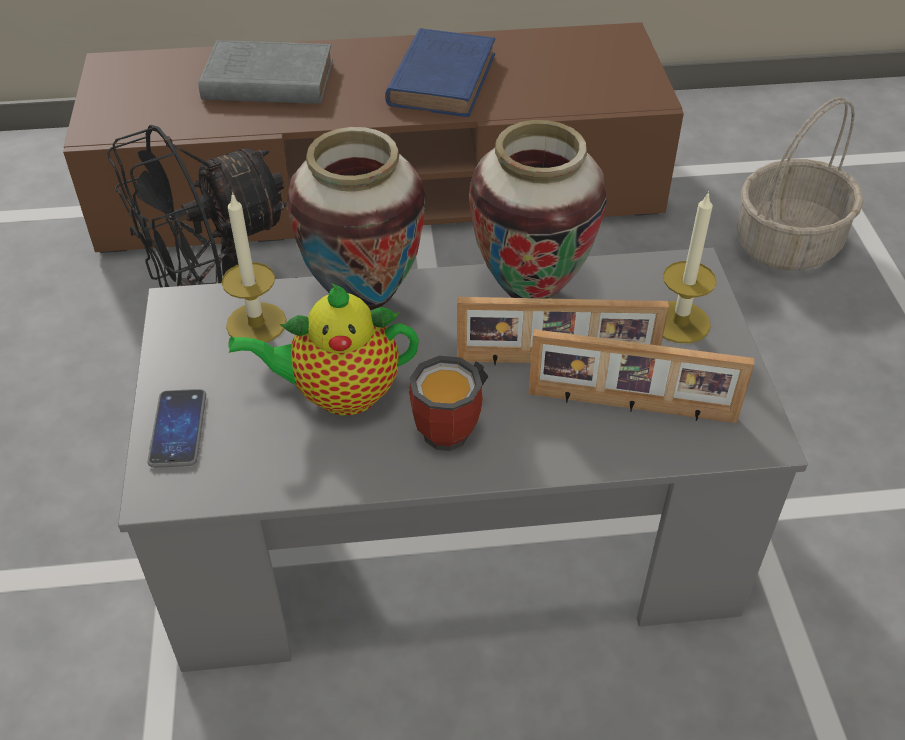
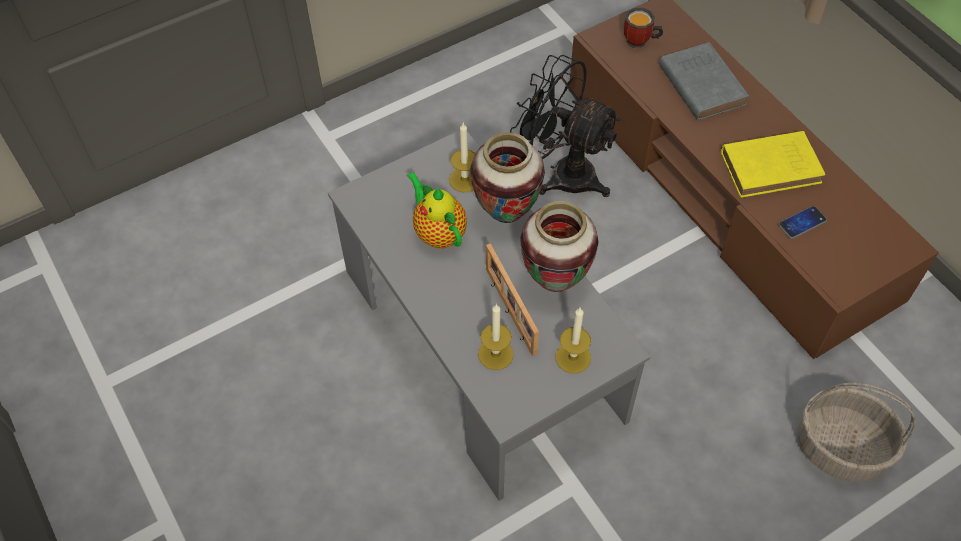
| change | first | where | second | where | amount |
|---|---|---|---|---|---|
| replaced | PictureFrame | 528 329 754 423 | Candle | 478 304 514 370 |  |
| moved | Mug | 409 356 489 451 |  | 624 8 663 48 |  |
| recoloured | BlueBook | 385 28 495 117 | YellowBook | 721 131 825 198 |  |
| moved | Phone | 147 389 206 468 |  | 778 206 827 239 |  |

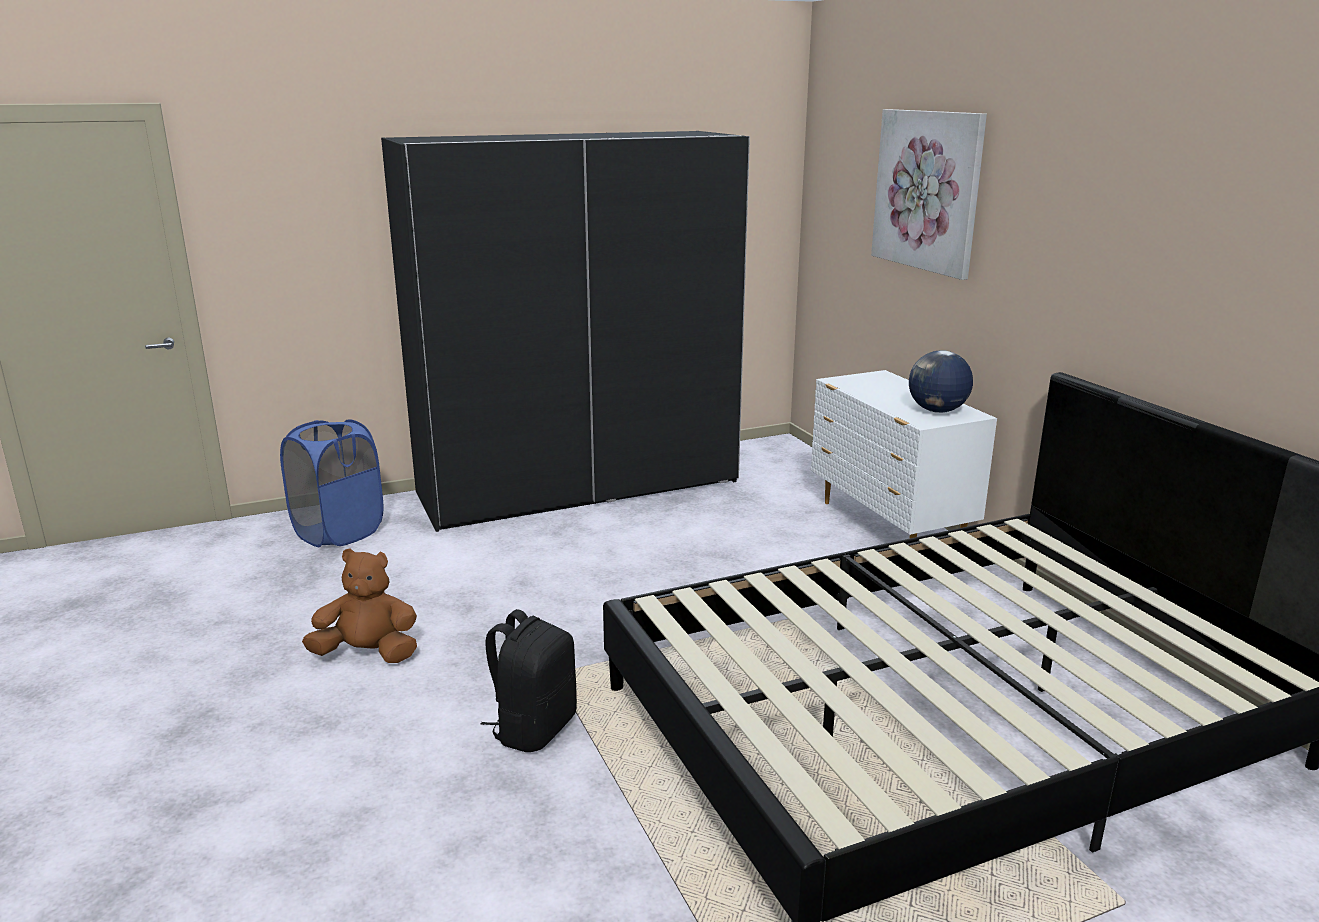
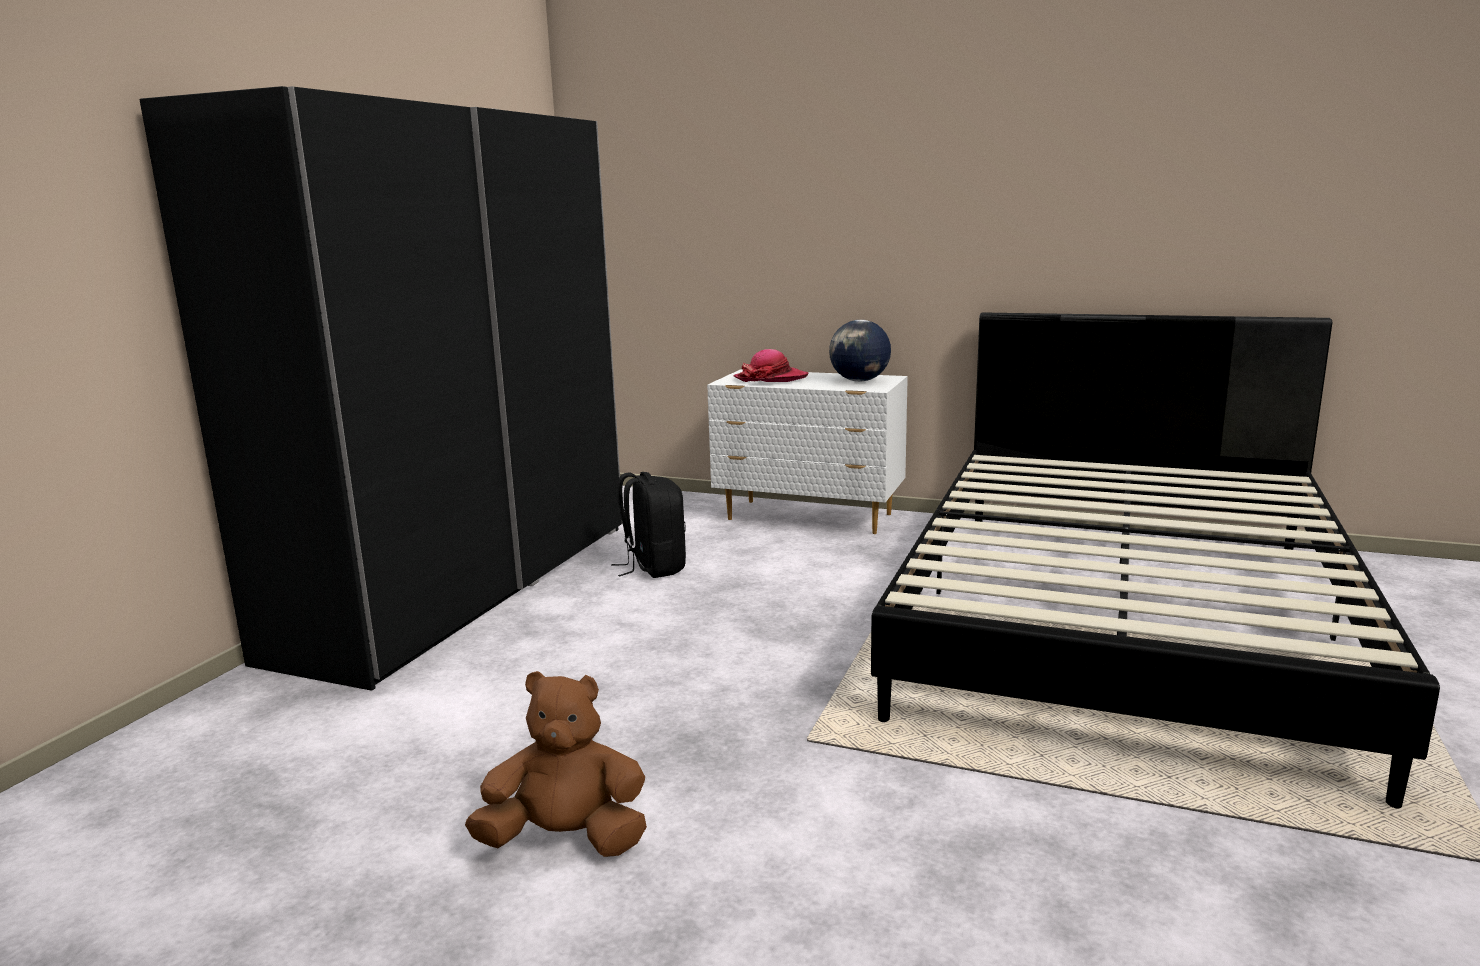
| change | first | where | second | where | amount |
|---|---|---|---|---|---|
| turned | BrownPlushToy | 302 548 417 663 |  | 465 671 647 857 | 45 degrees clockwise |
| moved | BlackBackpack | 481 609 577 752 |  | 611 472 686 578 |  |
| added |  |  | Hat | 734 349 808 382 |  |
| removed | BlueLaundryBasket | 280 419 383 547 |  |  |  |
| removed | Picture | 871 109 987 280 |  |  |  |

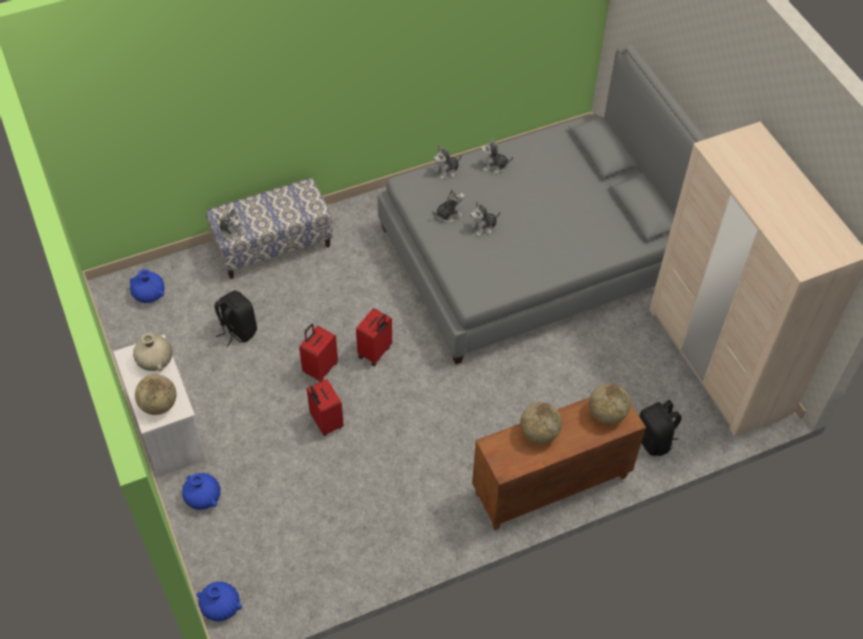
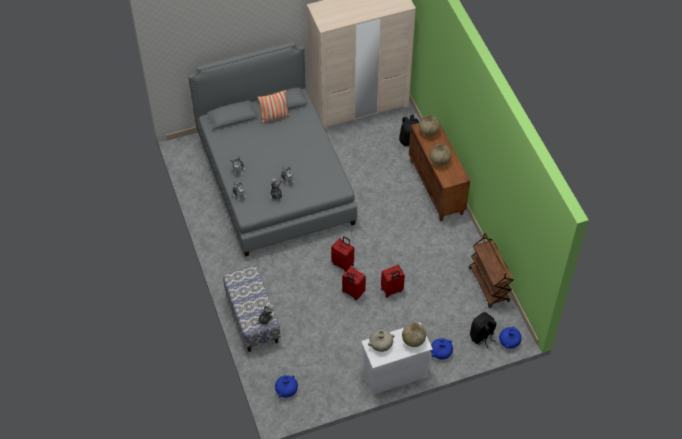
| change | first | where | second | where | amount |
|---|---|---|---|---|---|
| added |  |  | Pillow | 257 90 290 123 |  |
| added |  |  | BrownCart | 469 233 514 308 |  |
| moved | BlackBackpack | 215 291 257 347 |  | 470 312 496 348 |  |

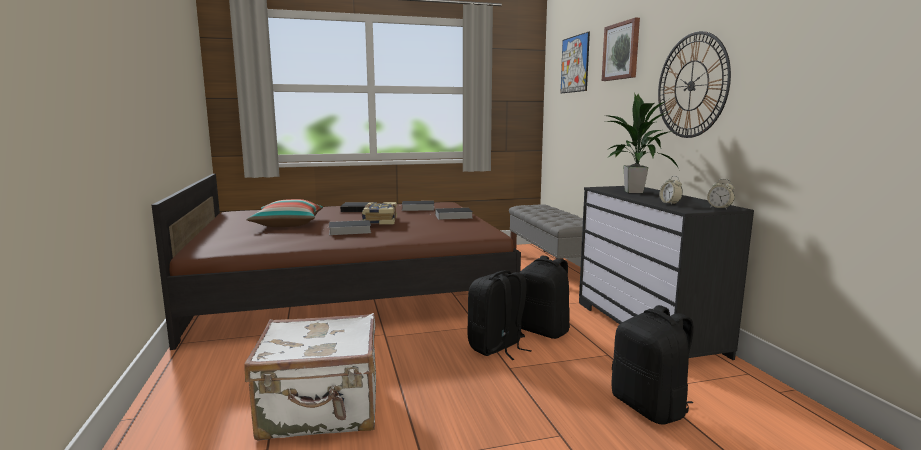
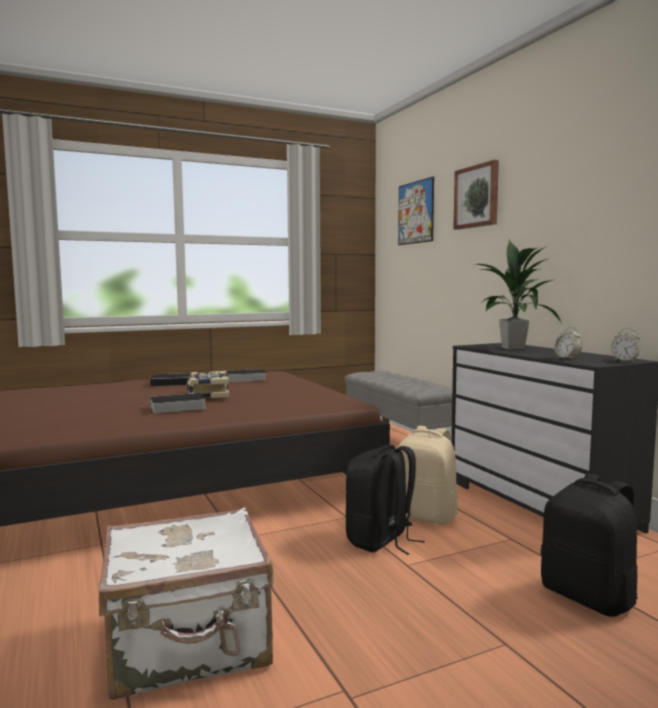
| change | first | where | second | where | amount |
|---|---|---|---|---|---|
| recoloured | BlackBackpack | 519 256 570 339 | BeigeBackpack | 396 426 457 525 |  |
| removed | Pillow | 247 199 323 227 |  |  |  |
| removed | Book | 435 208 473 220 |  |  |  |
| removed | WallClock | 658 31 731 138 |  |  |  |

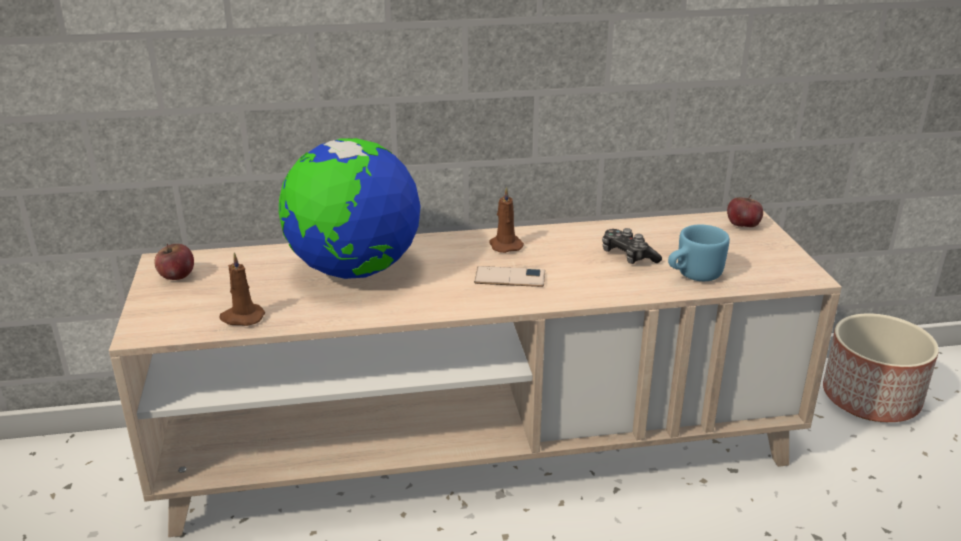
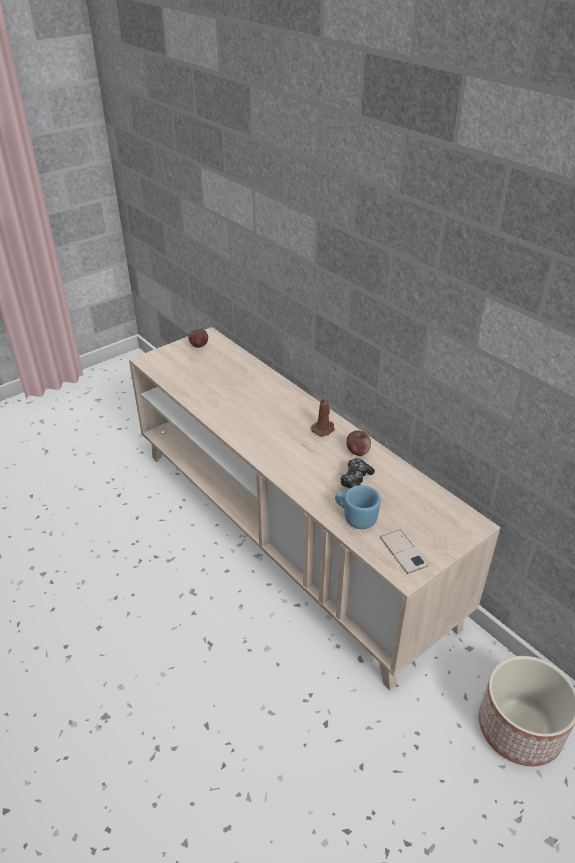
| change | first | where | second | where | amount |
|---|---|---|---|---|---|
| moved | Apple | 727 195 763 227 |  | 346 431 371 456 |  |
| moved | Phone | 474 266 545 287 |  | 380 530 428 574 |  |
| removed | BrownCandle | 220 252 265 326 |  |  |  |
| removed | Globe | 279 138 421 279 |  |  |  |

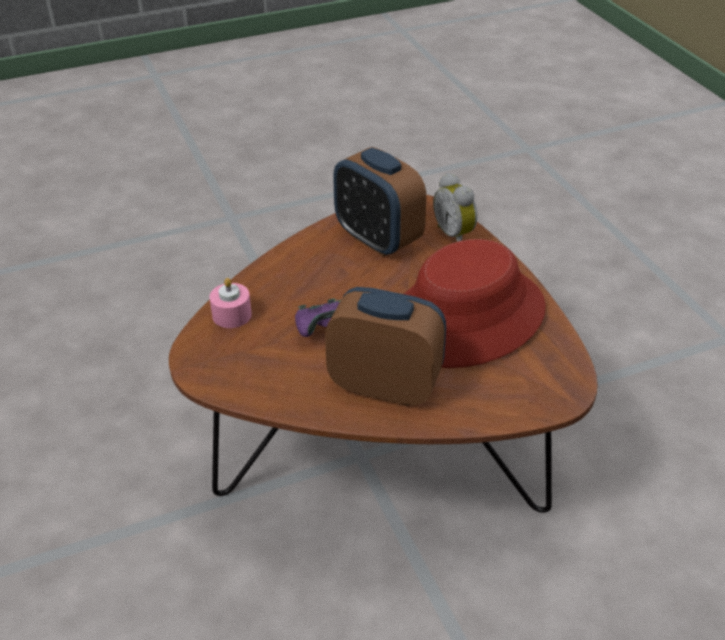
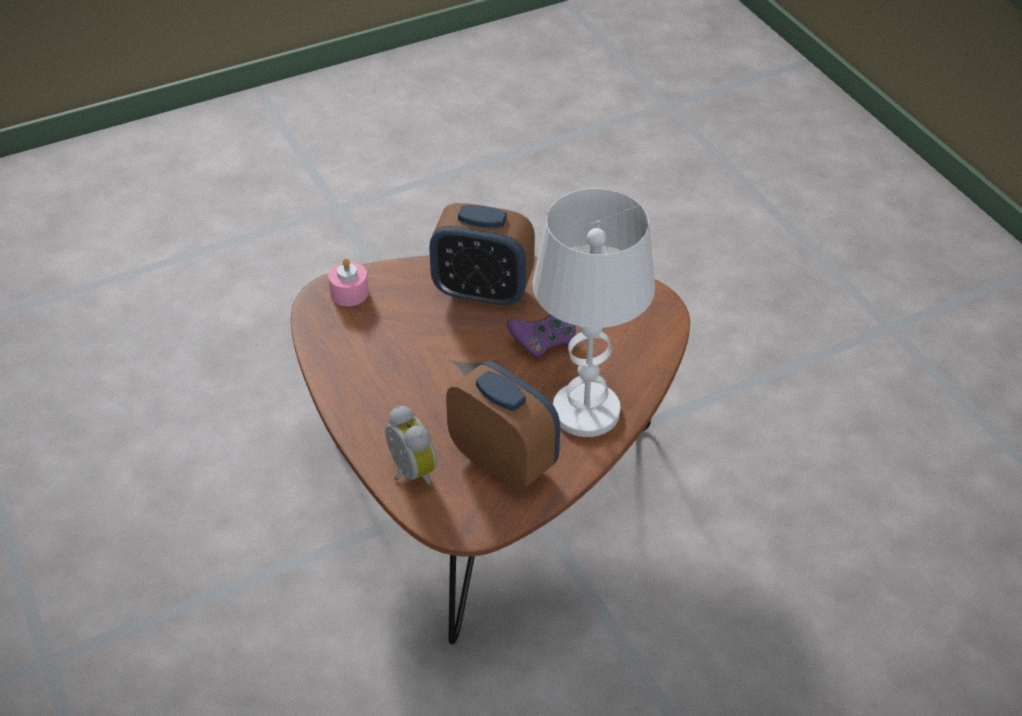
| change | first | where | second | where | amount |
|---|---|---|---|---|---|
| moved | PinkCandle | 209 278 252 328 |  | 328 258 369 306 |  |
| added |  |  | WhiteTableLamp | 532 188 655 437 |  |
| removed | RedHat | 404 239 546 368 |  |  |  |

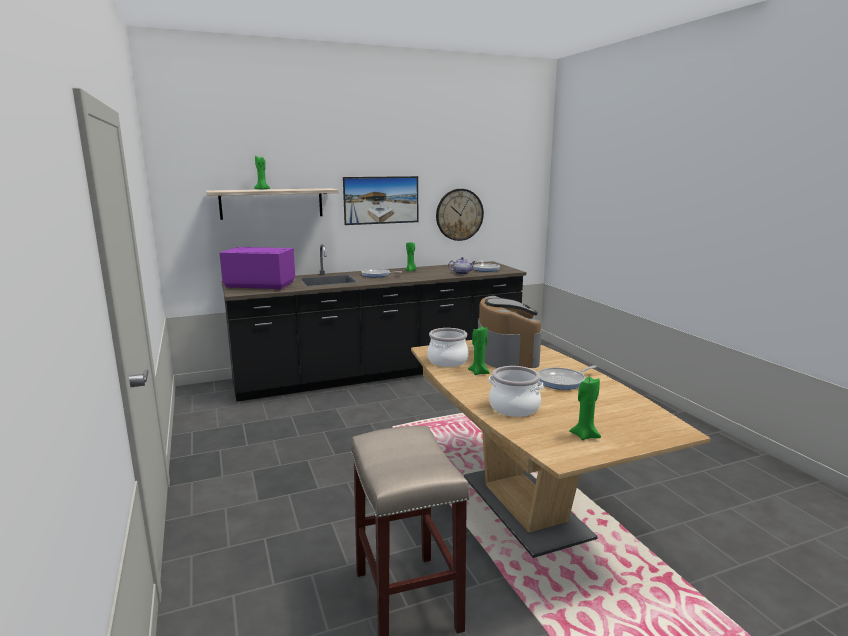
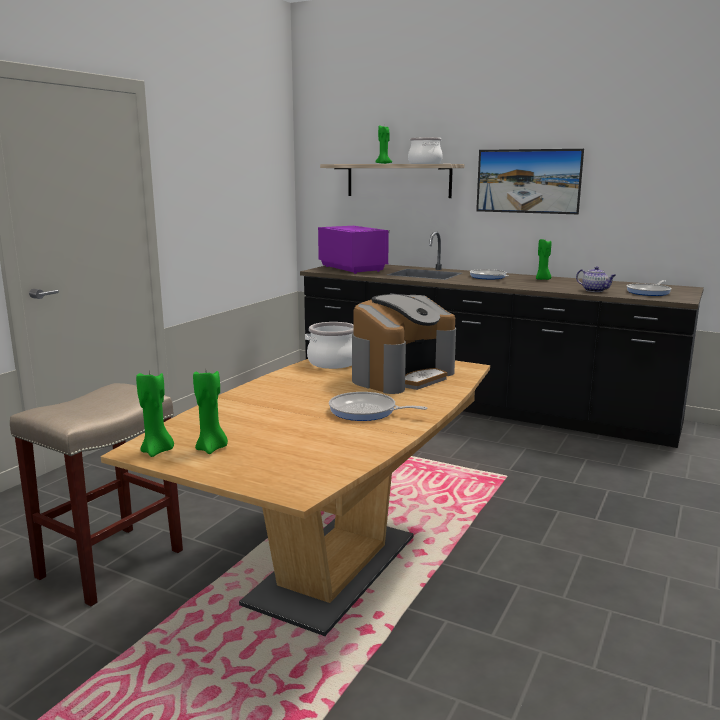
| change | first | where | second | where | amount |
|---|---|---|---|---|---|
| moved | GreenCandle | 468 326 490 375 |  | 136 370 174 457 |  |
| moved | CookingPot | 488 366 543 417 |  | 408 137 443 164 |  |
| removed | WallClock | 436 189 484 241 |  |  |  |

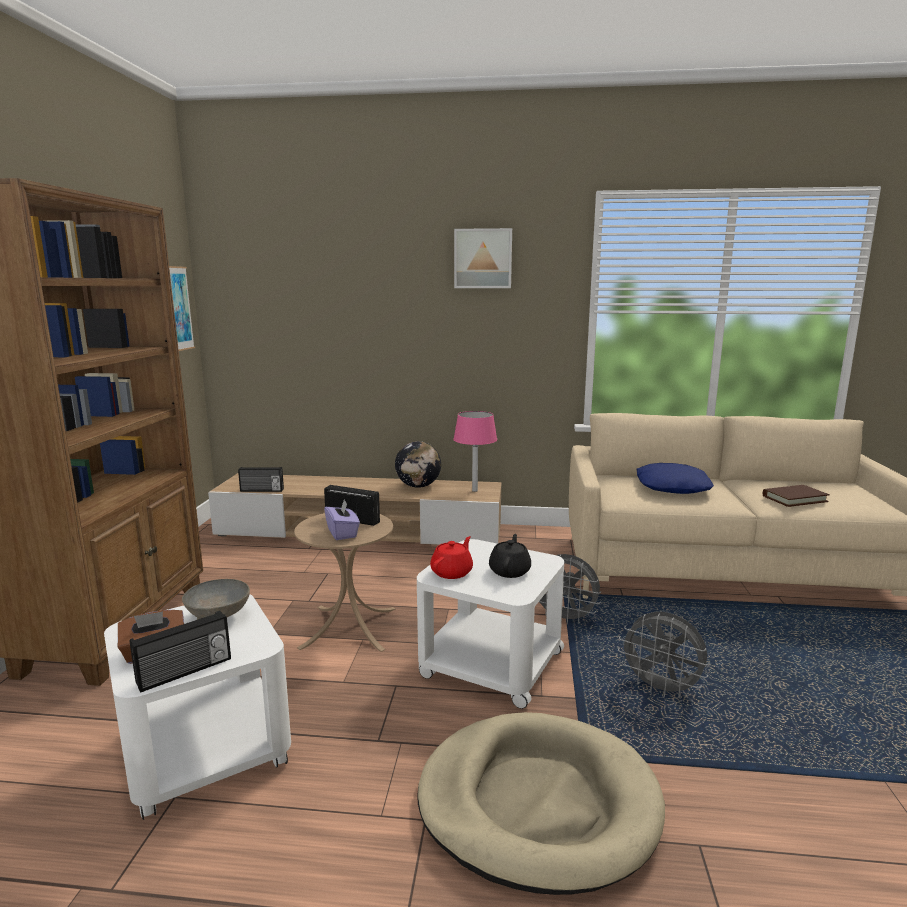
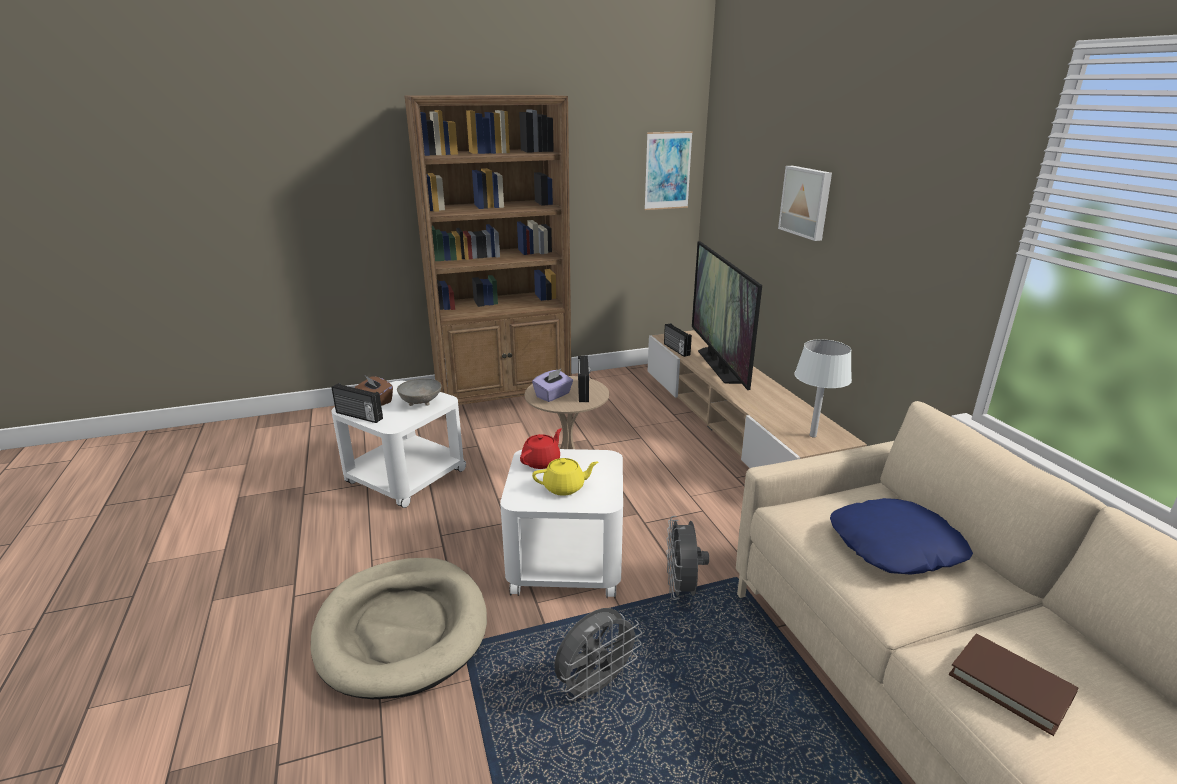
| change | first | where | second | where | amount |
|---|---|---|---|---|---|
| turned | RedTeapot | 430 536 473 579 |  | 520 428 562 469 | 60 degrees counterclockwise |
| recoloured | BlackTeapot | 489 534 531 578 | YellowTeapot | 532 458 598 496 |  |
| turned | GreyFan | 618 612 710 698 |  | 554 608 642 704 | 135 degrees counterclockwise |
| added |  |  | Television | 692 241 762 390 |  |
| moved | Picture | 454 228 512 288 |  | 778 166 832 241 |  |
| recoloured | PinkTableLamp | 453 411 497 492 | WhiteTableLamp | 794 339 852 437 |  |
| removed | Globe | 395 441 441 488 |  |  |  |

